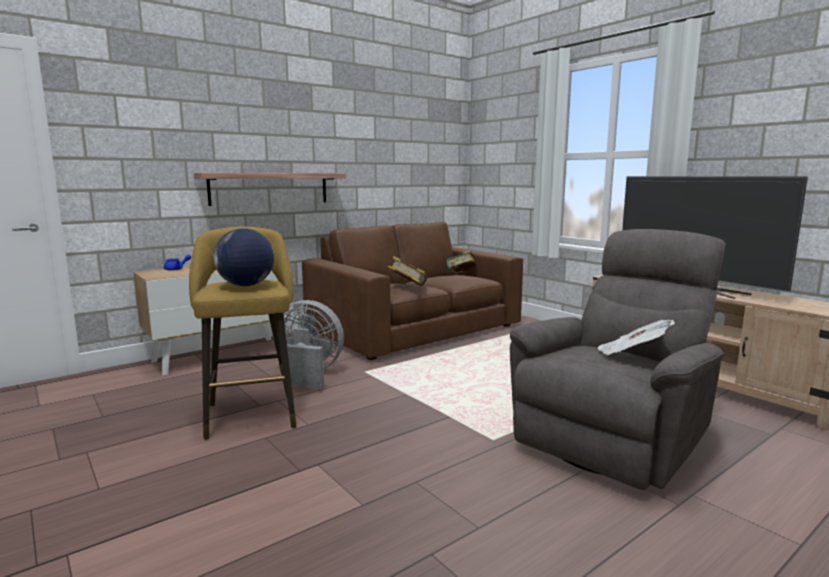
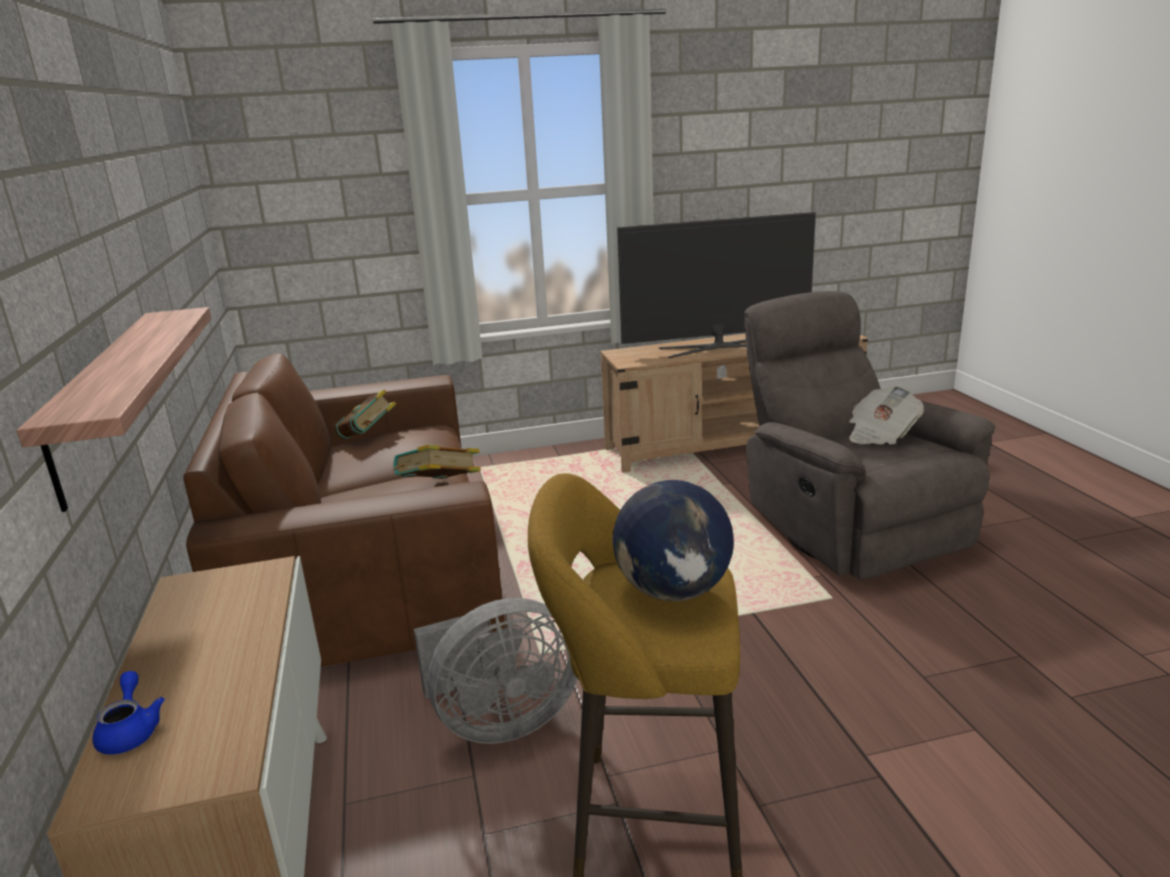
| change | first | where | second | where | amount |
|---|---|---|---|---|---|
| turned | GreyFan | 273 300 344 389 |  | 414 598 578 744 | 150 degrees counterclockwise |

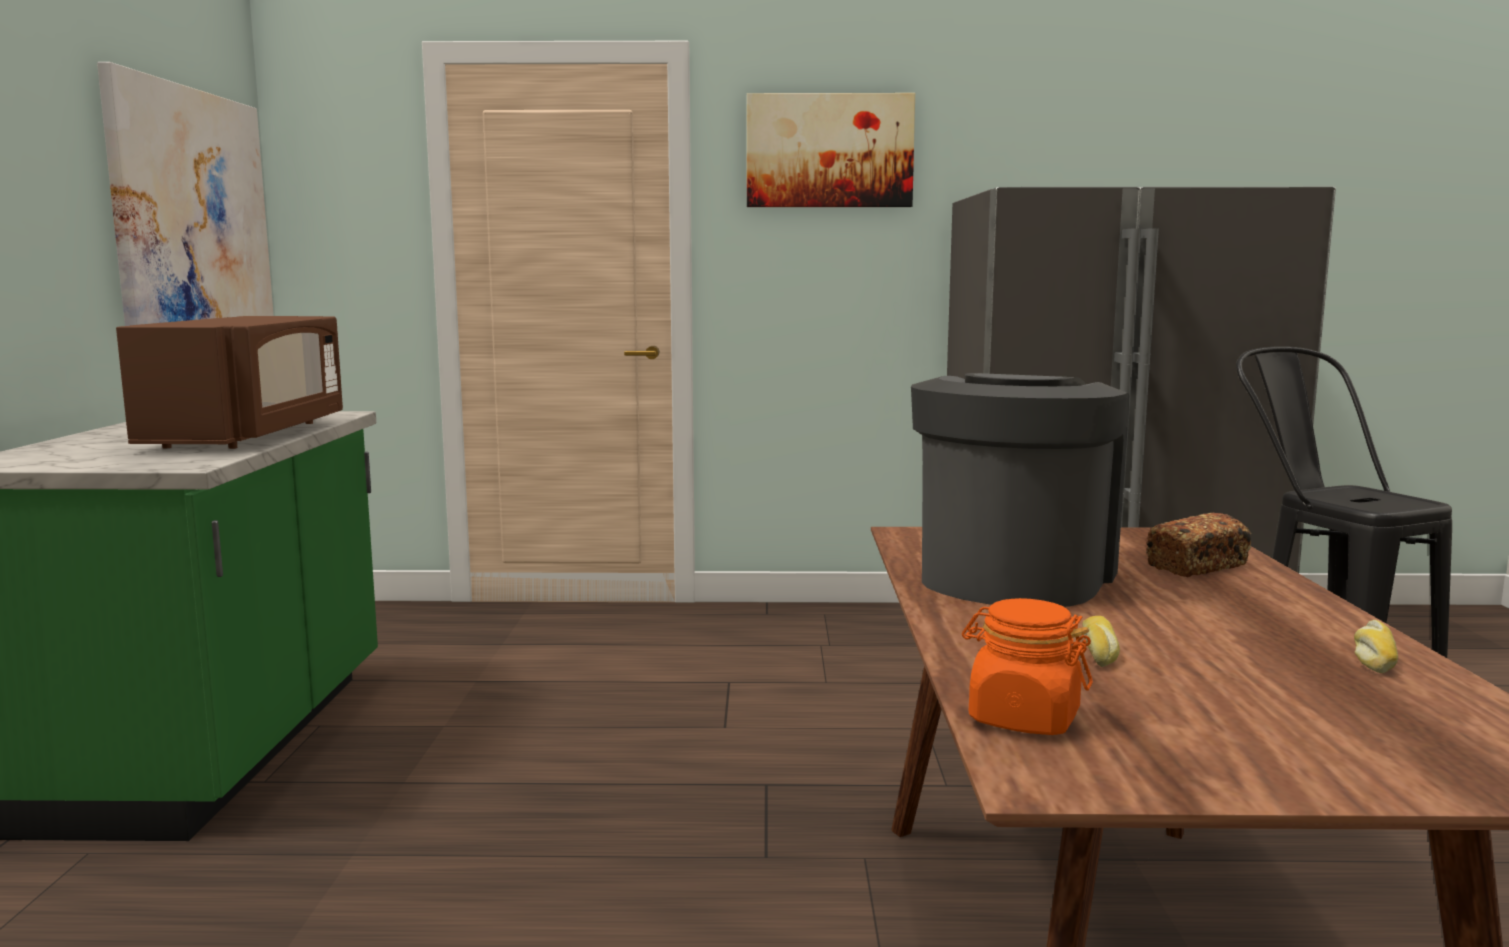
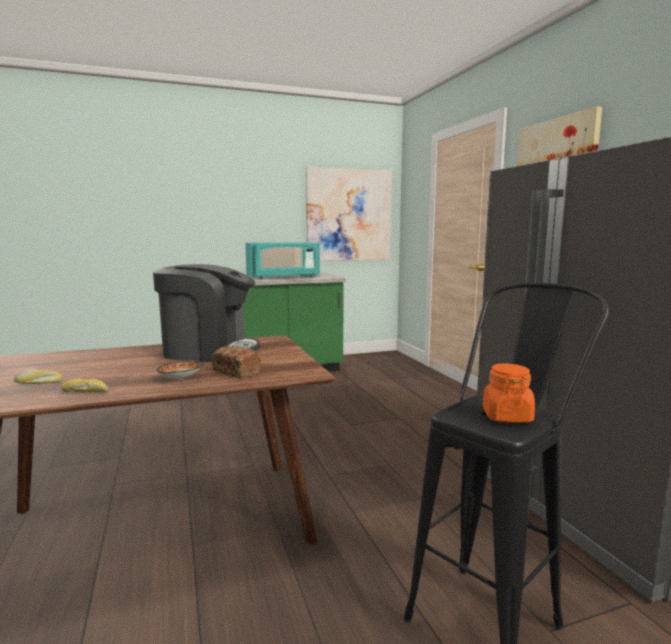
| change | first | where | second | where | amount |
|---|---|---|---|---|---|
| moved | Bread | 1082 616 1120 667 |  | 14 369 62 384 |  |
| added |  |  | Bowl | 156 361 204 380 |  |
| recoloured | BrownMicrowave | 116 316 343 449 | TurquoiseMicrowave | 245 242 320 279 |  |
| moved | OrangeJar | 962 598 1093 735 |  | 483 363 535 423 |  |

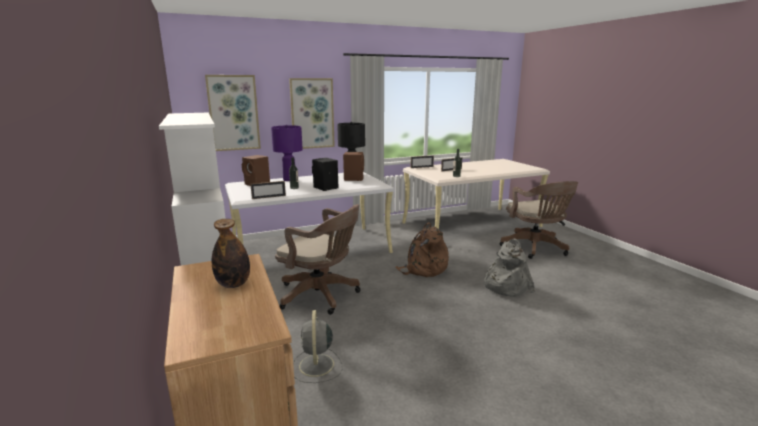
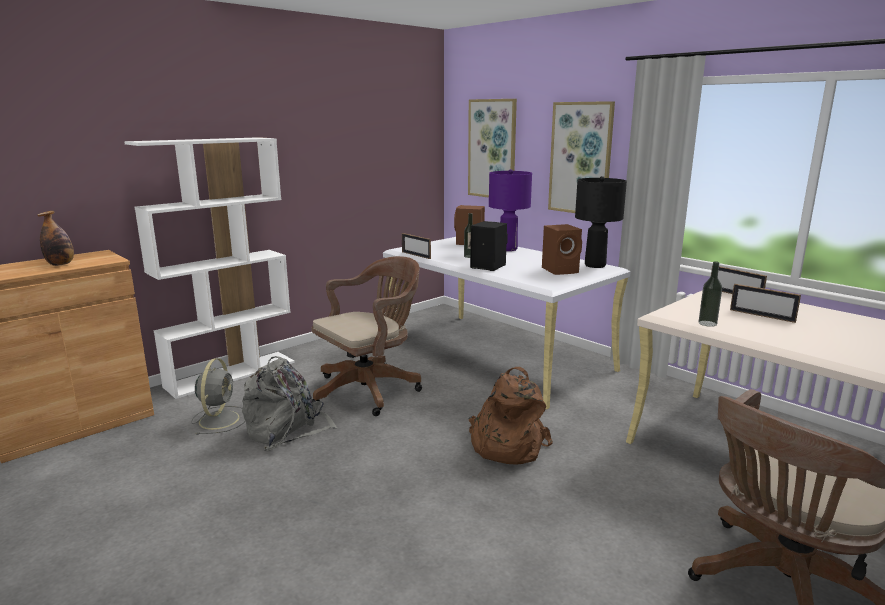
| change | first | where | second | where | amount |
|---|---|---|---|---|---|
| turned | GreyFan | 293 310 343 383 |  | 191 358 245 435 | 120 degrees clockwise |
| moved | GreyBackpack | 483 239 535 297 |  | 242 356 337 451 |  |
| turned | BrownOfficeChair | 275 204 360 315 |  | 311 256 422 416 | 135 degrees counterclockwise |

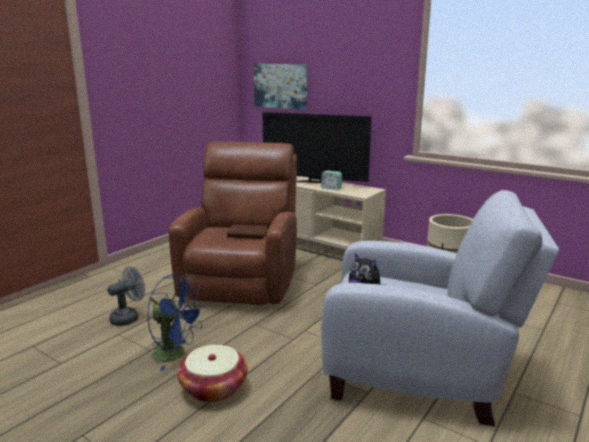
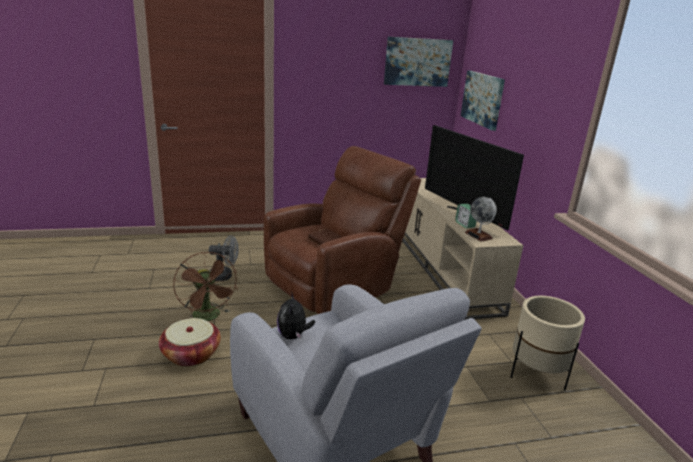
| change | first | where | second | where | amount |
|---|---|---|---|---|---|
| recoloured | BlueFan | 147 274 205 371 | BrownFan | 173 252 238 321 |  |
| added |  |  | Picture | 384 37 453 87 |  |
| added |  |  | Globe | 465 197 497 242 |  |

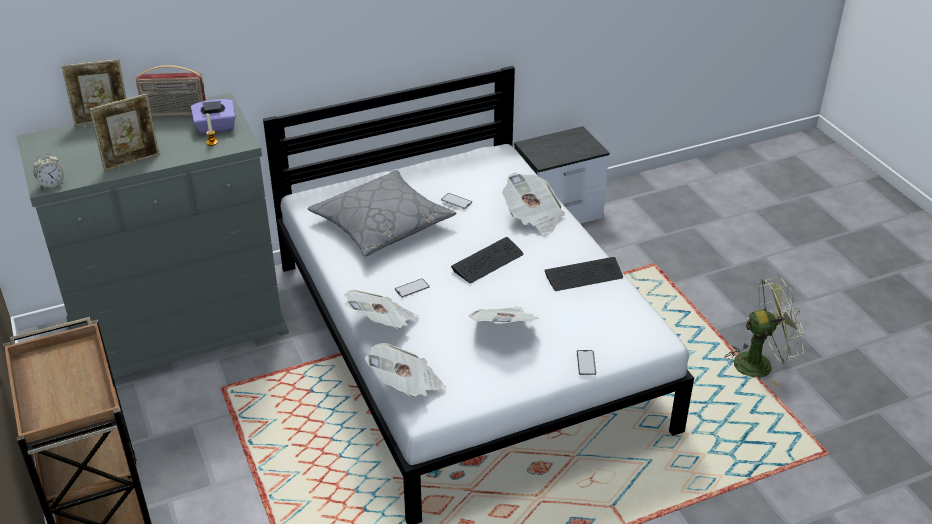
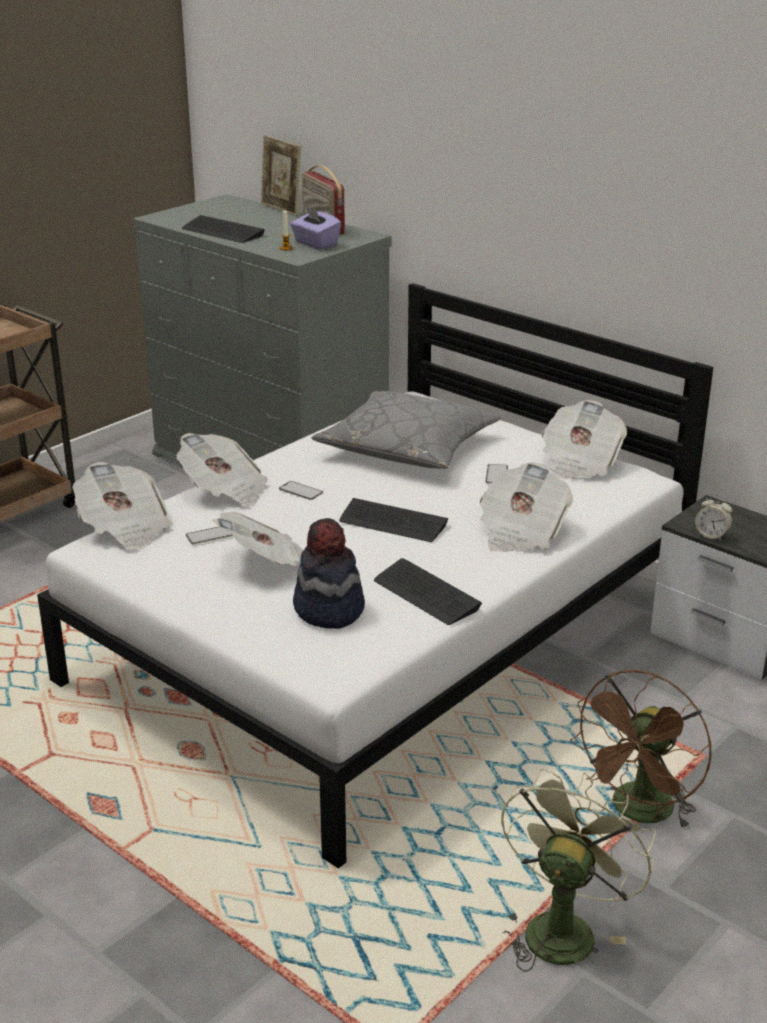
| change | first | where | second | where | amount |
|---|---|---|---|---|---|
| replaced | PictureFrame | 89 94 160 171 | Keyboard | 182 215 265 243 |  |
| moved | Phone | 577 350 596 375 |  | 186 527 233 544 |  |
| added |  |  | Hat | 293 518 365 629 |  |
| turned | GreenFan | 725 277 804 387 |  | 501 769 656 972 | 120 degrees counterclockwise |
| added |  |  | Newspaper | 541 400 627 479 |  |
| added |  |  | BrownFan | 570 670 712 830 |  |
| moved | AlarmClock | 33 152 64 189 |  | 695 495 732 541 |  |

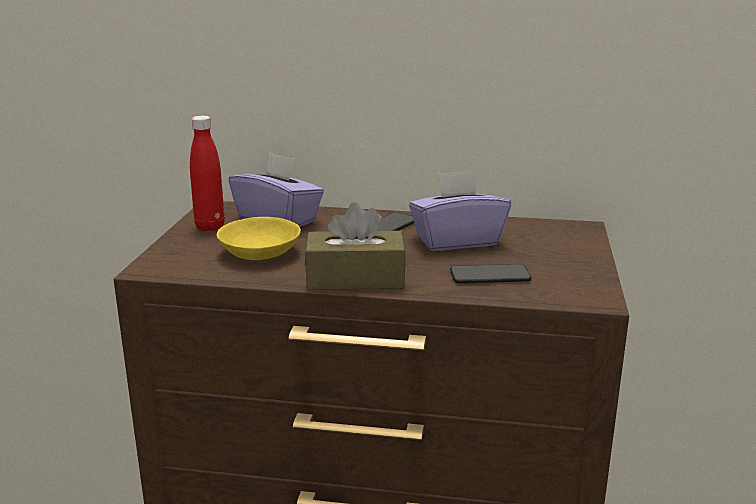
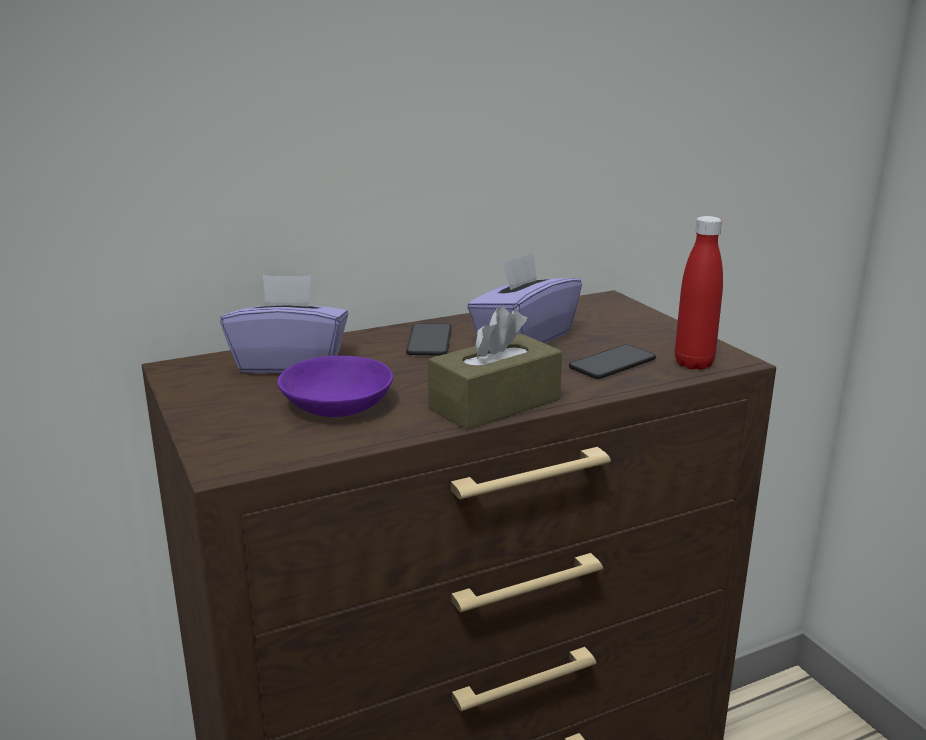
| change | first | where | second | where | amount |
|---|---|---|---|---|---|
| recoloured | YellowBowl | 217 217 301 260 | PurpleBowl | 277 356 393 417 |  |
| moved | RedBottle | 190 116 225 231 |  | 675 216 723 370 |  |

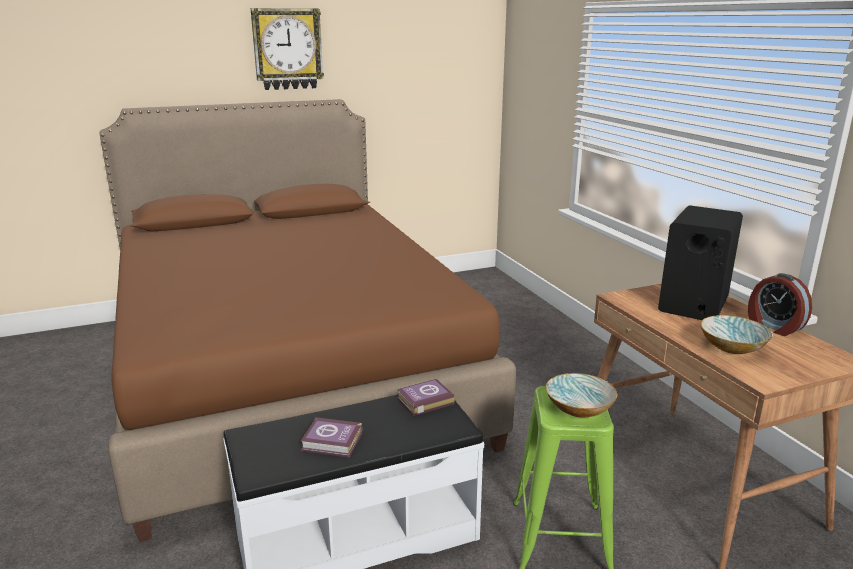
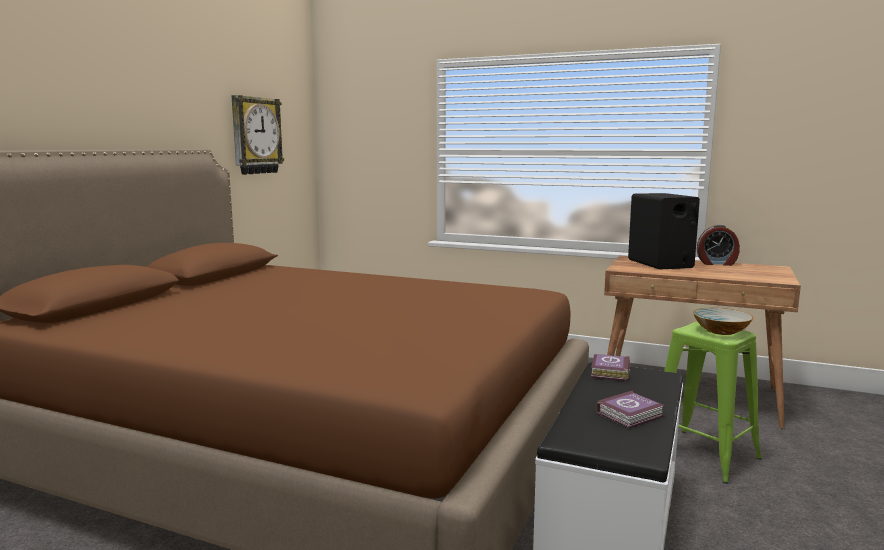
| change | first | where | second | where | amount |
|---|---|---|---|---|---|
| moved | WallClock | 251 8 324 90 |  | 231 95 284 175 |  |
| removed | Bowl | 700 315 773 354 |  |  |  |

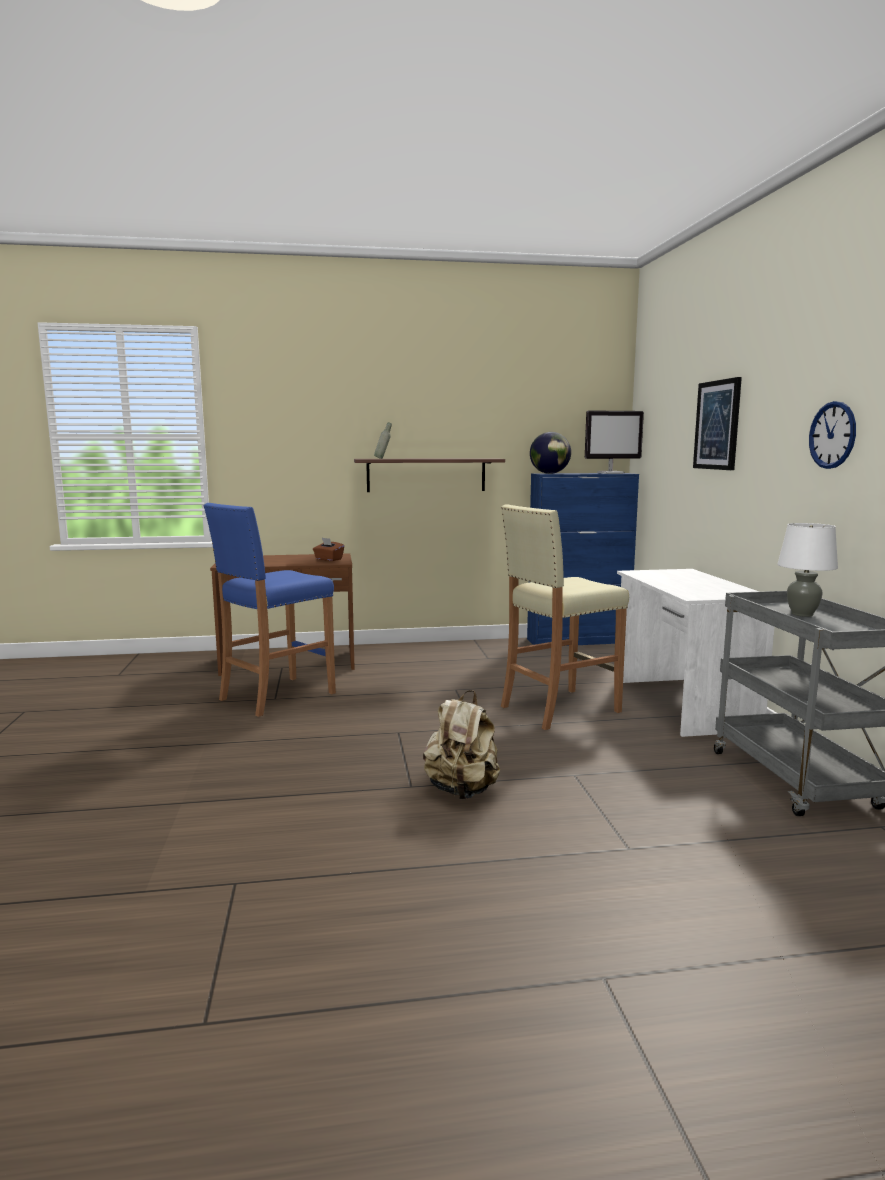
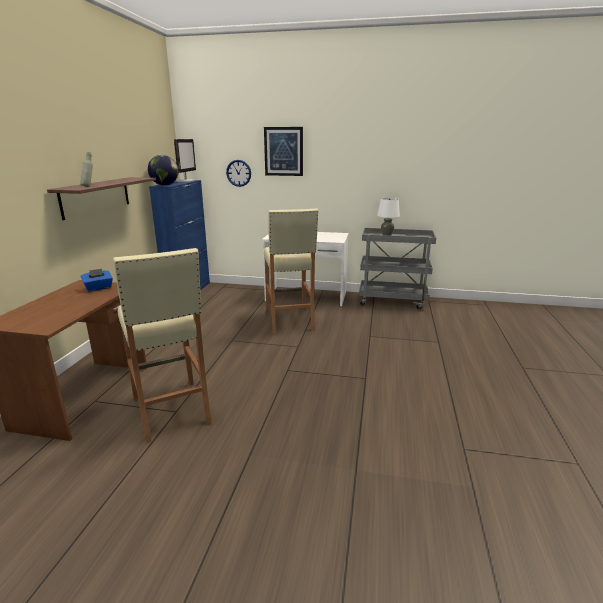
| change | first | where | second | where | amount |
|---|---|---|---|---|---|
| recoloured | BrownTissueBox | 313 538 344 561 | BlueTissueBox | 81 269 113 292 |  |
| recoloured | BlueStool | 203 503 336 717 | BeigeStool | 113 248 212 443 |  |
| moved | WallClock | 809 401 856 469 |  | 226 160 251 187 |  |
| removed | BeigeBackpack | 423 690 500 799 |  |  |  |

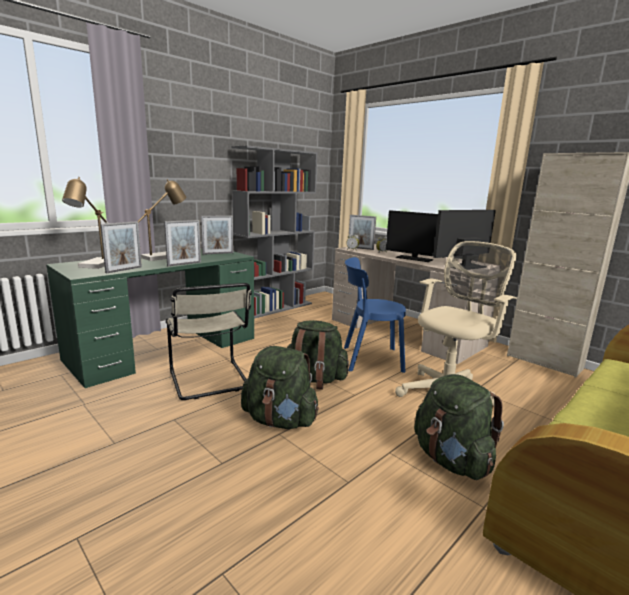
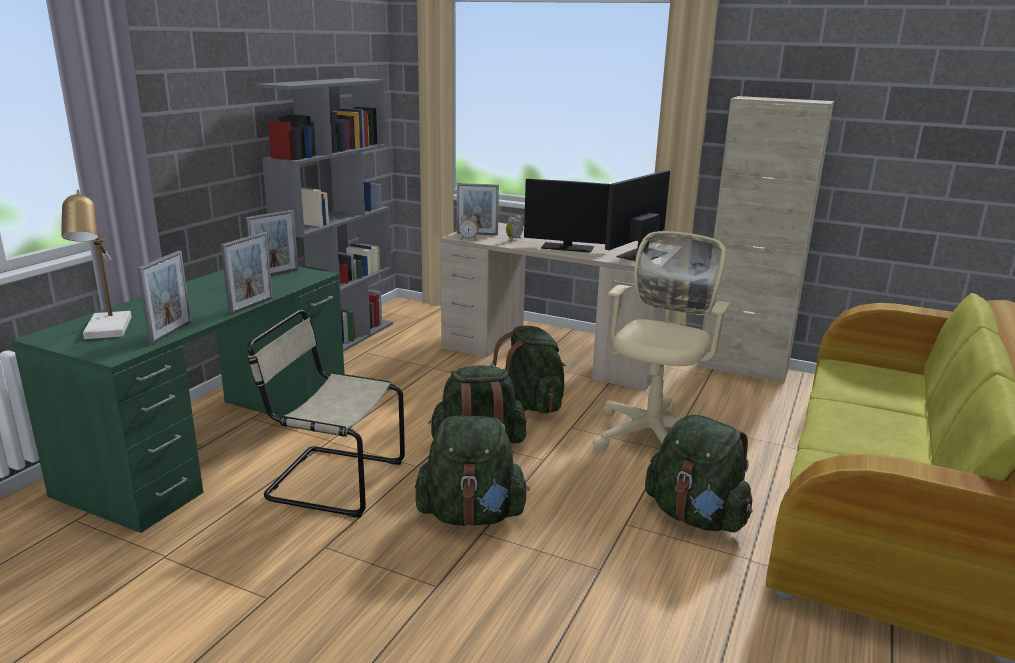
| change | first | where | second | where | amount |
|---|---|---|---|---|---|
| turned | BeigeChair | 166 283 252 400 |  | 247 309 405 518 | 150 degrees clockwise |
| replaced | BlueChair | 344 257 406 373 | GreenBackpack | 490 326 565 413 |  |
| removed | TableLamp | 138 179 186 261 |  |  |  |

